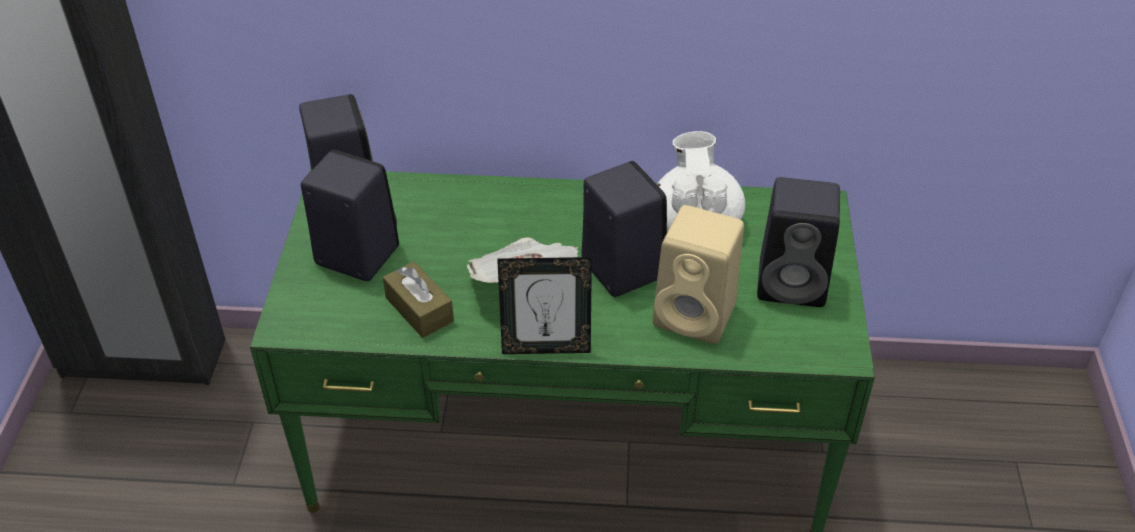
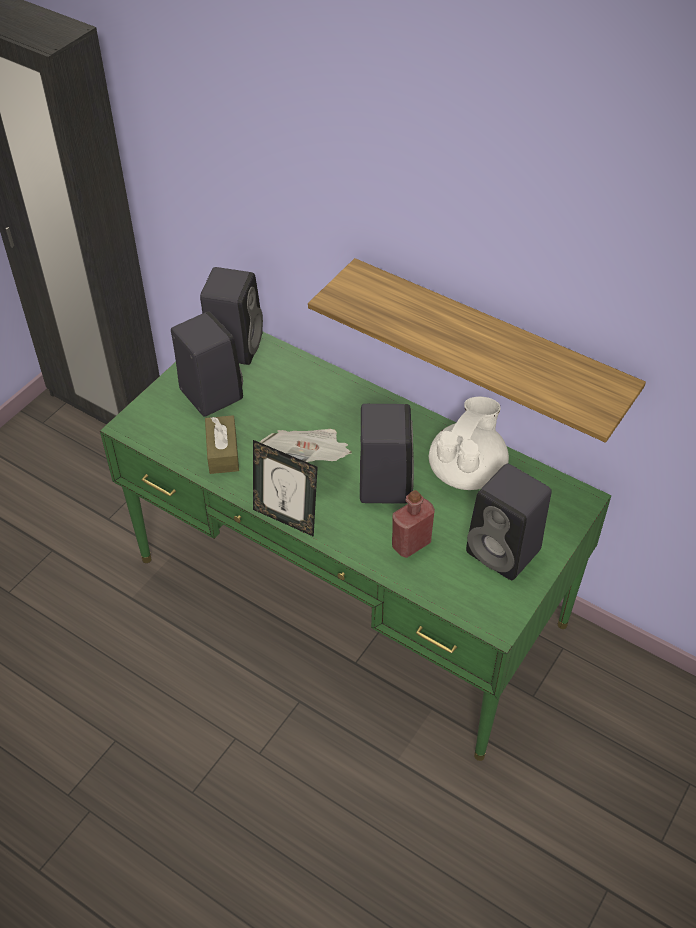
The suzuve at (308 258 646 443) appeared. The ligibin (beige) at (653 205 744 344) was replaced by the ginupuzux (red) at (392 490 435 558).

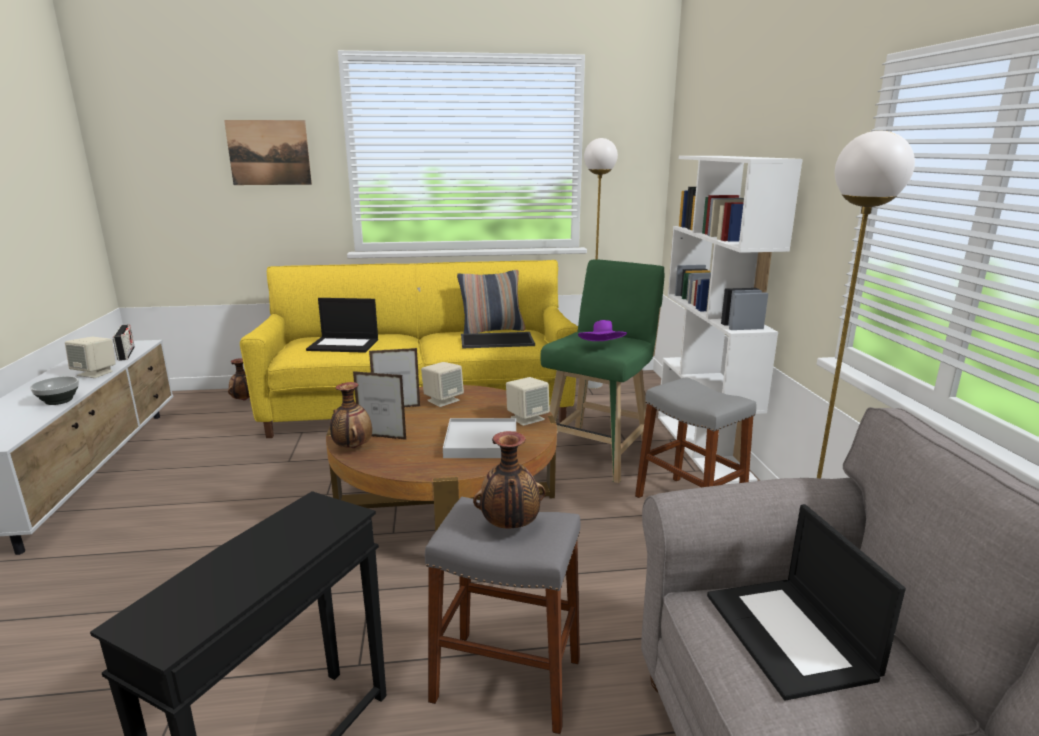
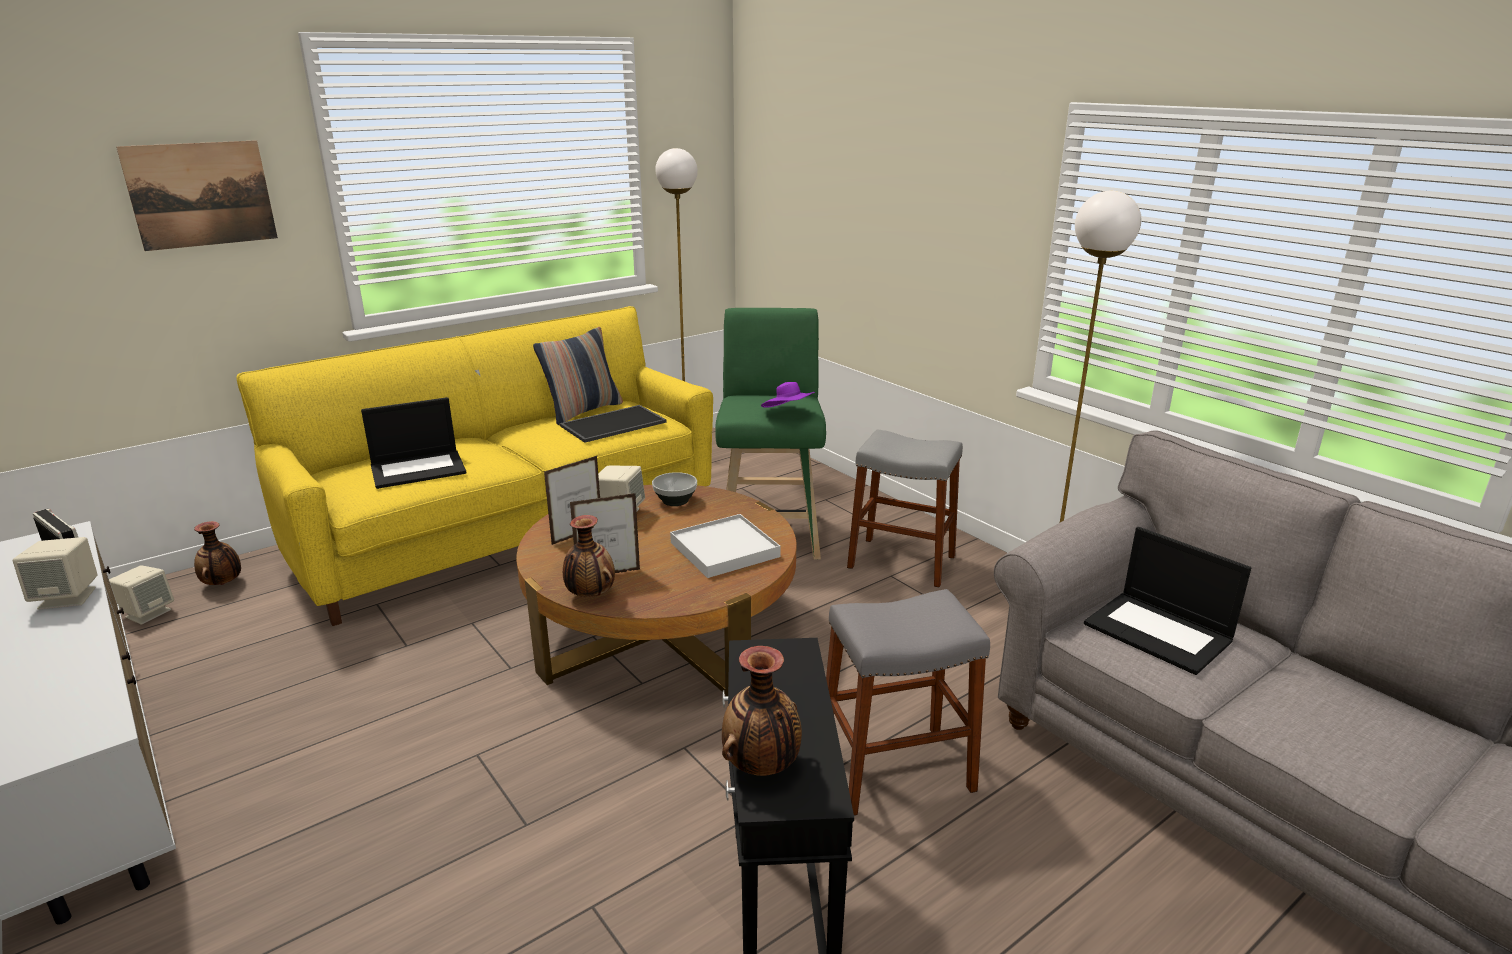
The ligibin (beige) moved from (506 377 550 426) to (109 565 174 625). The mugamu moved from (30 376 79 405) to (652 472 697 506). The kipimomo moved from (473 431 545 528) to (722 646 802 776). The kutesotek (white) at (658 156 803 484) disappeared.

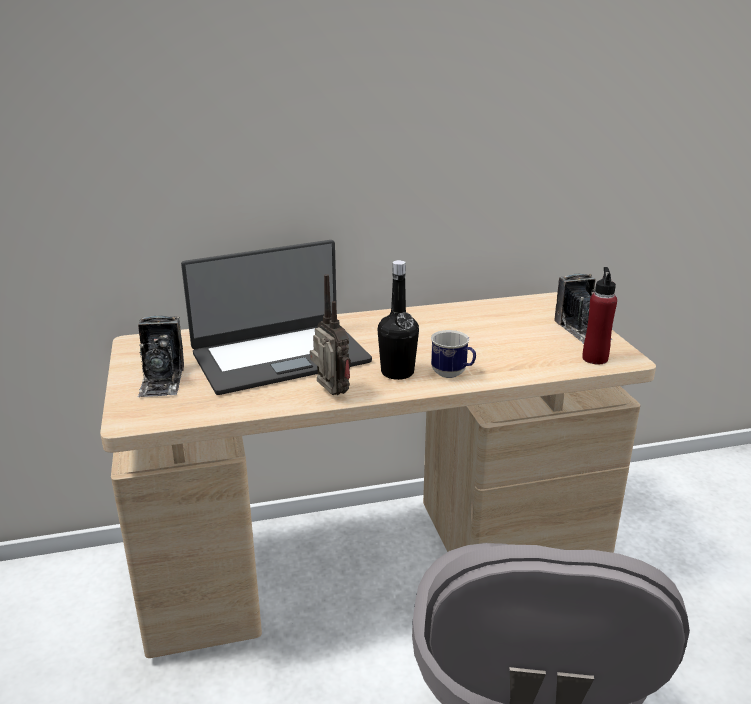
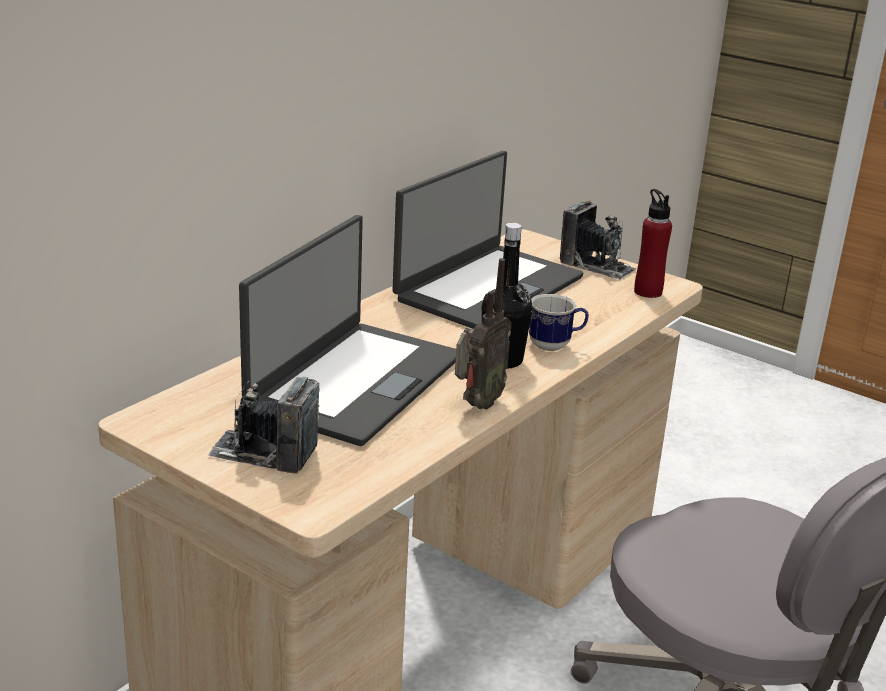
The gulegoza at (138 316 184 397) turned 150 degrees clockwise. The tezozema at (392 151 583 329) appeared. The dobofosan at (310 274 351 395) turned 105 degrees clockwise.

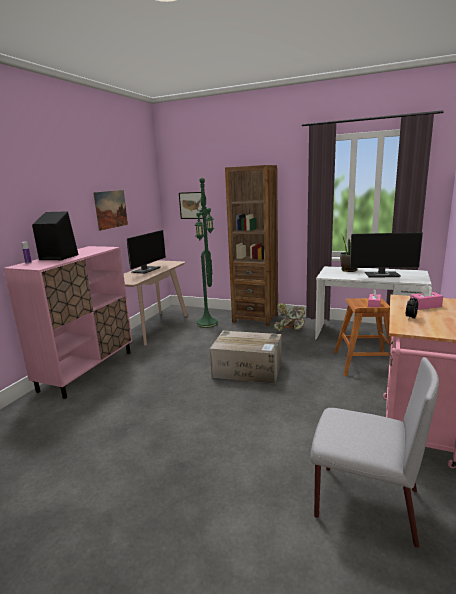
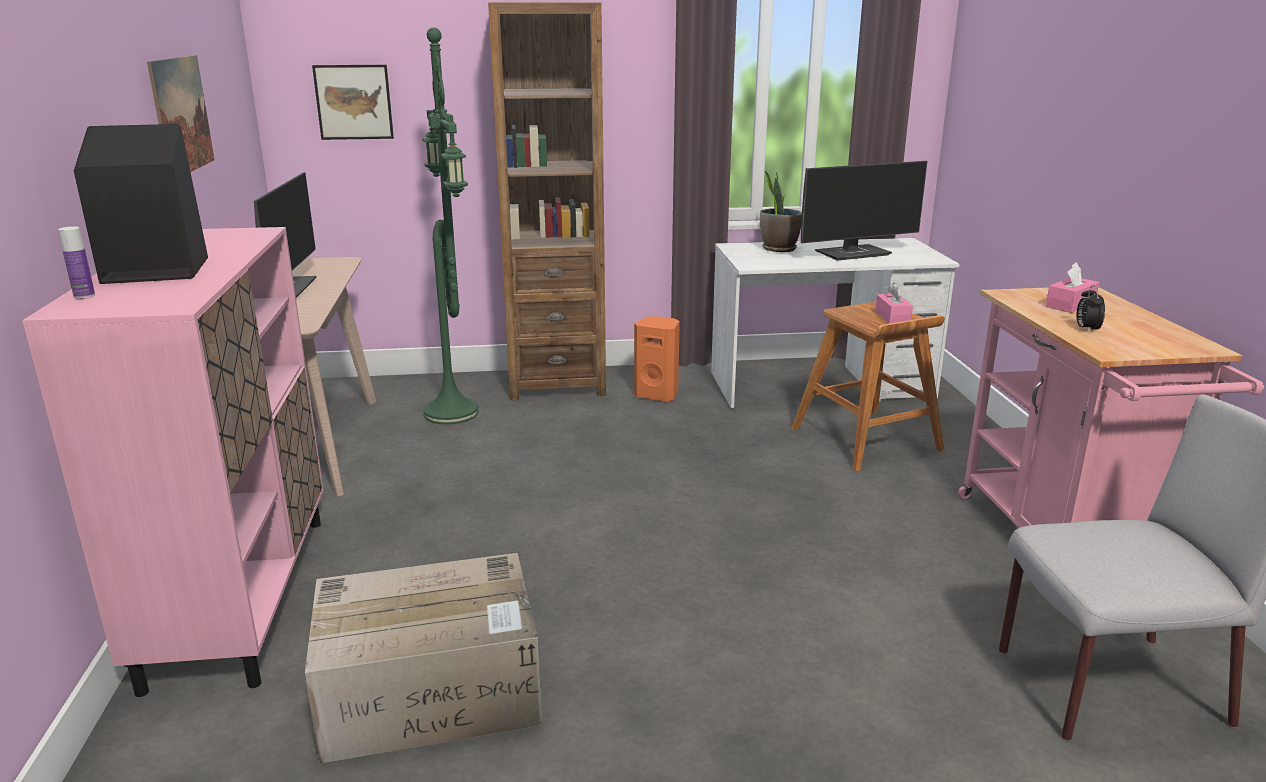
The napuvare moved from (210 331 282 384) to (305 553 542 763). The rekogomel at (274 303 305 331) was replaced by the ligibin (orange) at (634 316 680 402).

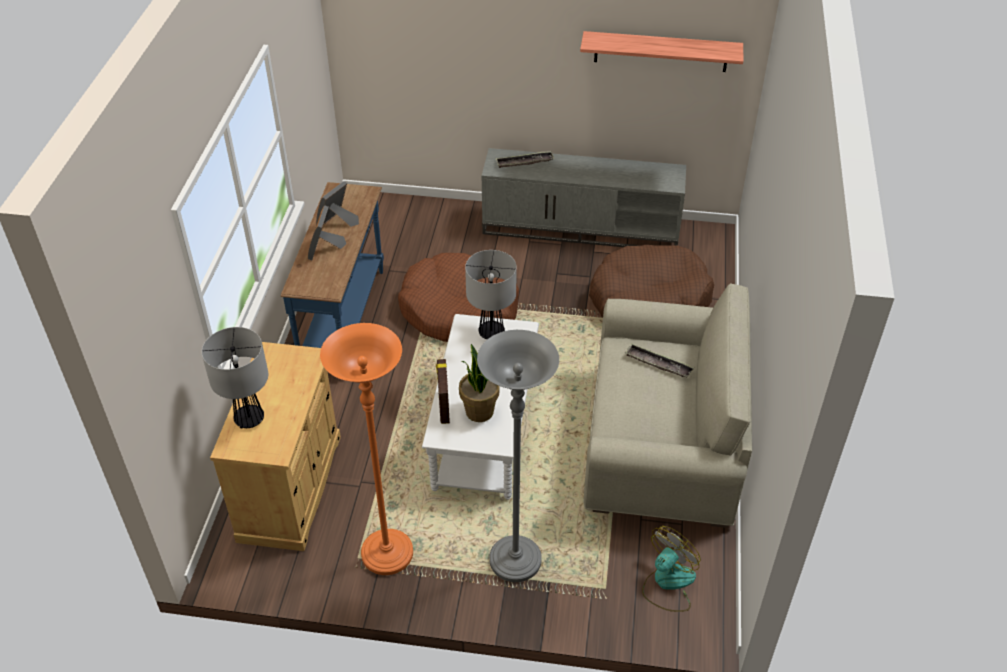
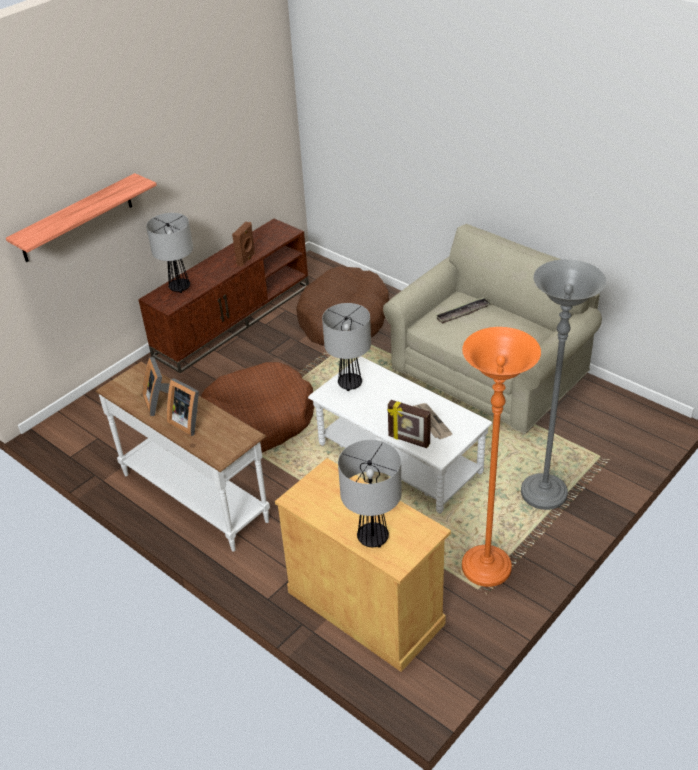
The suzuve moved from (580 31 743 72) to (6 173 157 262). The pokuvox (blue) at (281 182 384 348) became the pokuvox (white) at (95 361 270 551). The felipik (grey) at (482 148 686 247) became the felipik (brown) at (138 219 309 373). The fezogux at (495 151 554 168) was replaced by the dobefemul at (146 213 193 293). The ligibin (brown) at (232 222 255 267) appeared. The rekogomel at (459 344 500 422) was replaced by the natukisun at (412 403 452 439). The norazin at (642 526 701 612) disappeared.

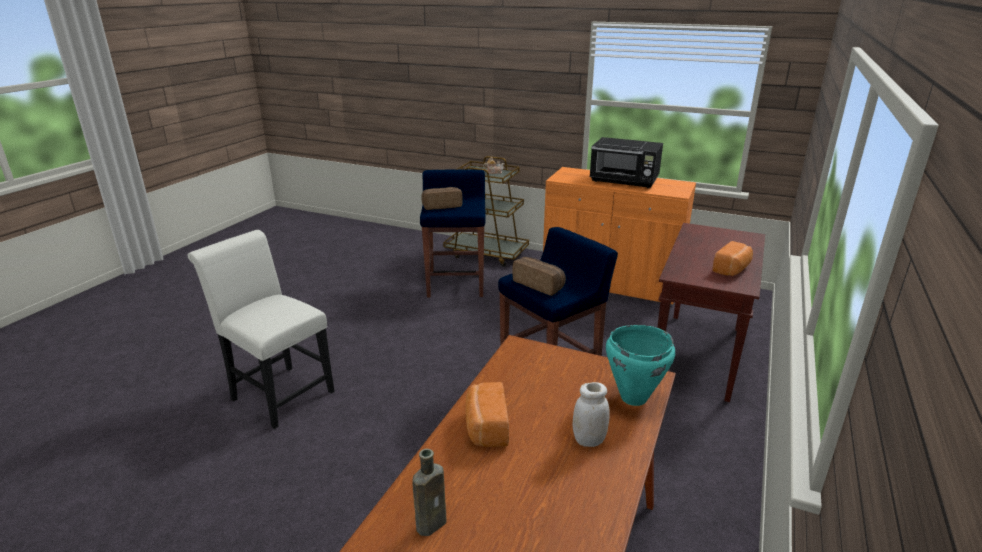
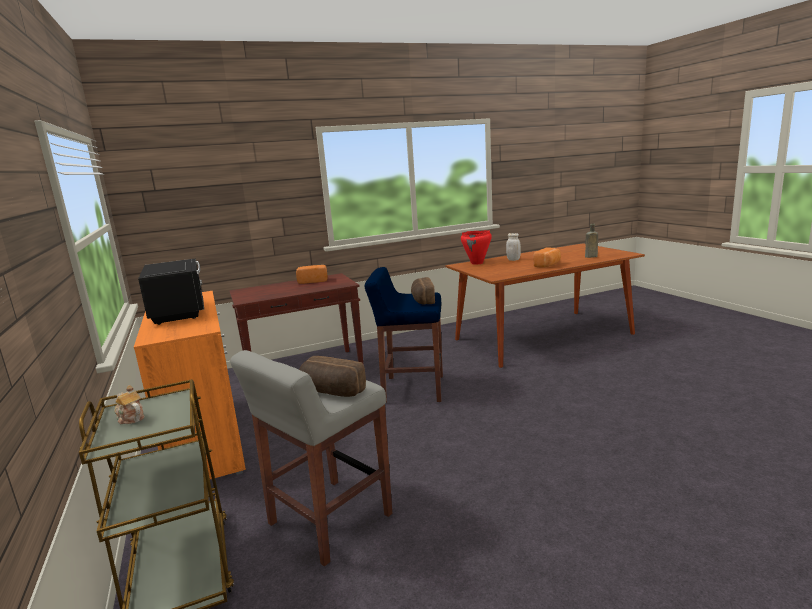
The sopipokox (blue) at (420 169 486 298) became the sopipokox (grey) at (230 350 392 567). The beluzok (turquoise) at (606 325 675 406) became the beluzok (red) at (461 231 492 265). The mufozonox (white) at (187 230 335 429) disappeared.

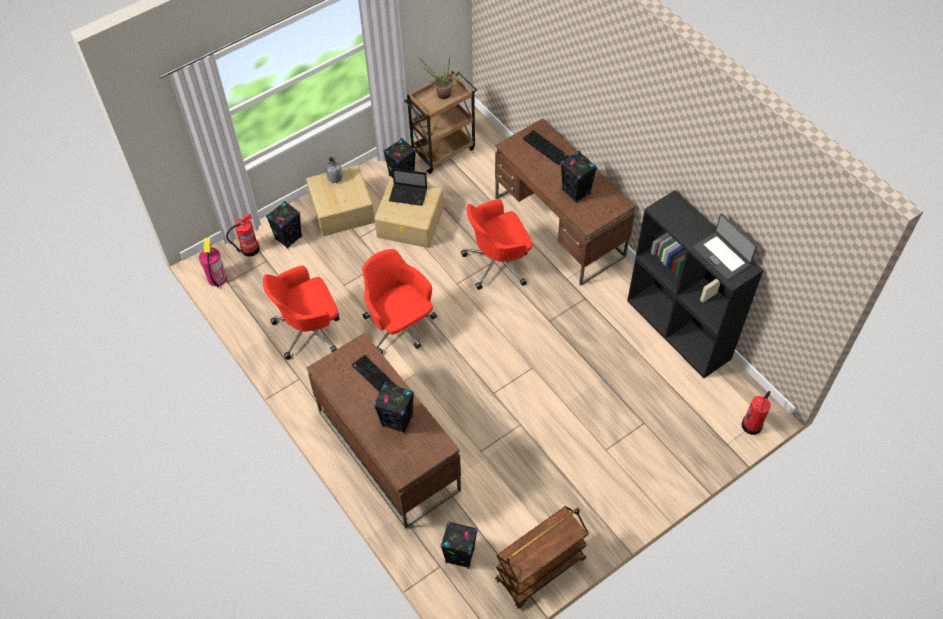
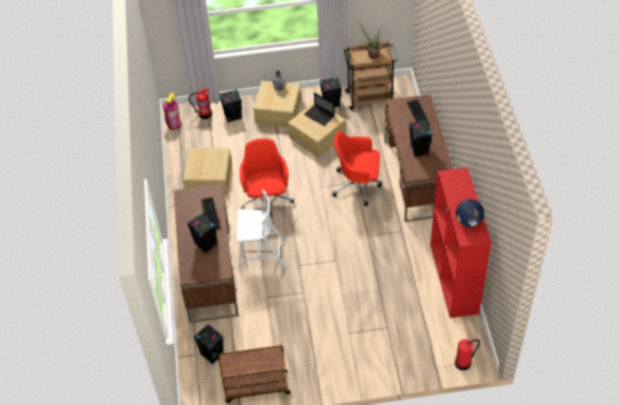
The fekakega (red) at (263 266 340 360) was replaced by the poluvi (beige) at (183 148 232 195). The mufozonox (white) at (237 190 285 270) appeared. The kutesotek (black) at (627 190 763 378) became the kutesotek (red) at (431 167 492 318). The tezozema at (693 213 757 280) was replaced by the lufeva at (456 199 484 227).

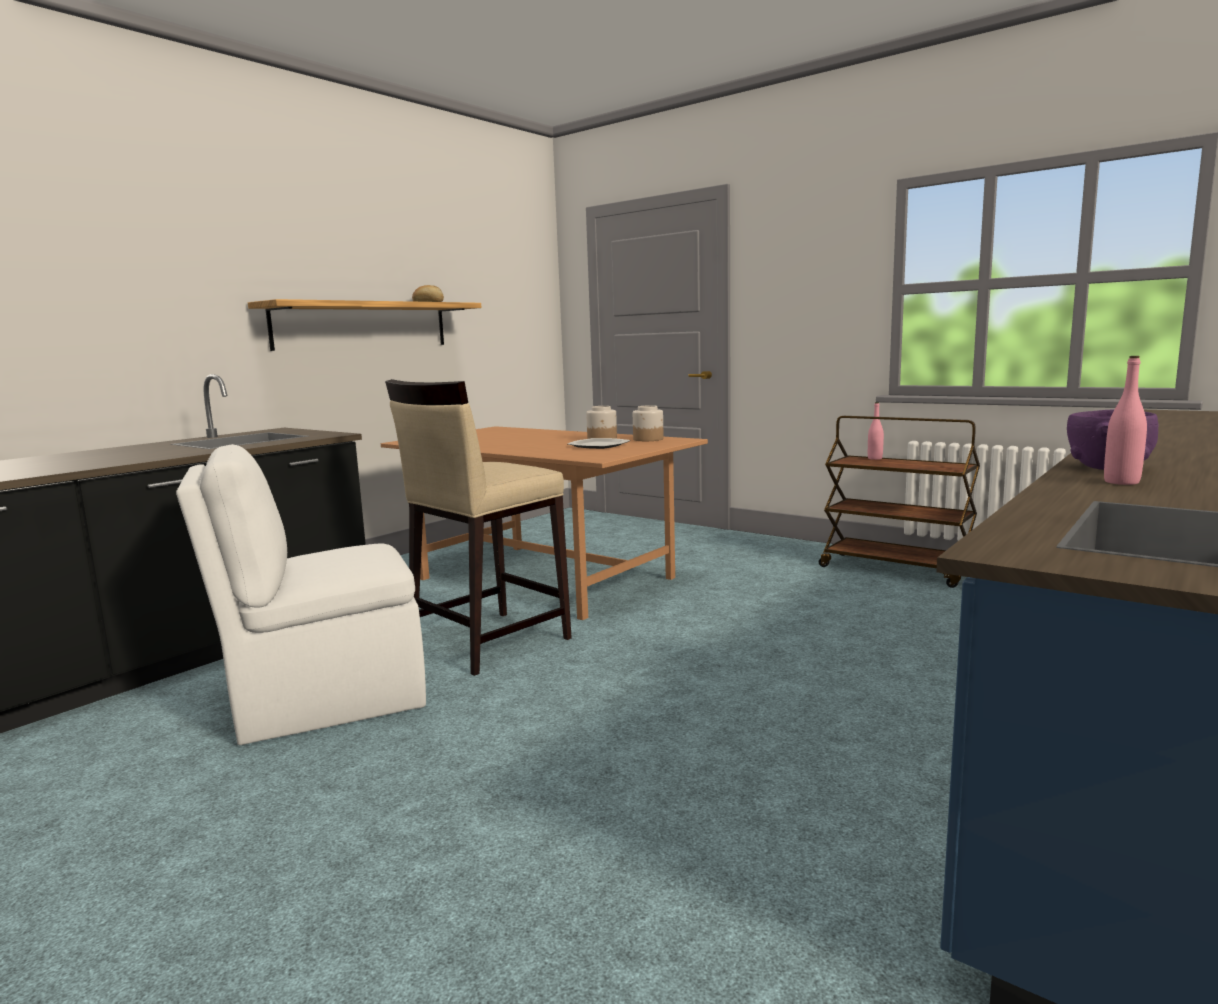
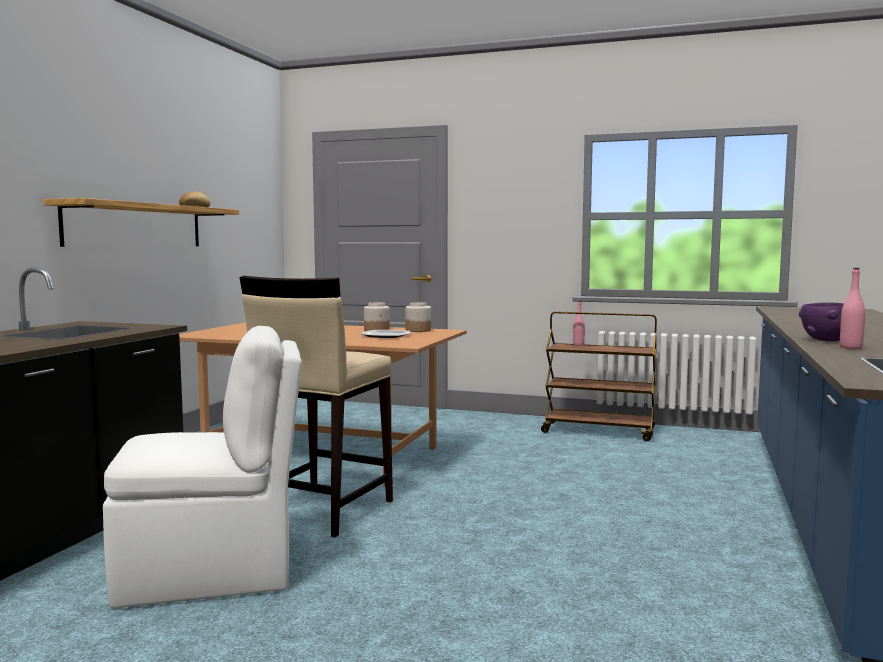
The mufozonox (white) at (176 444 426 745) turned 150 degrees counterclockwise.

